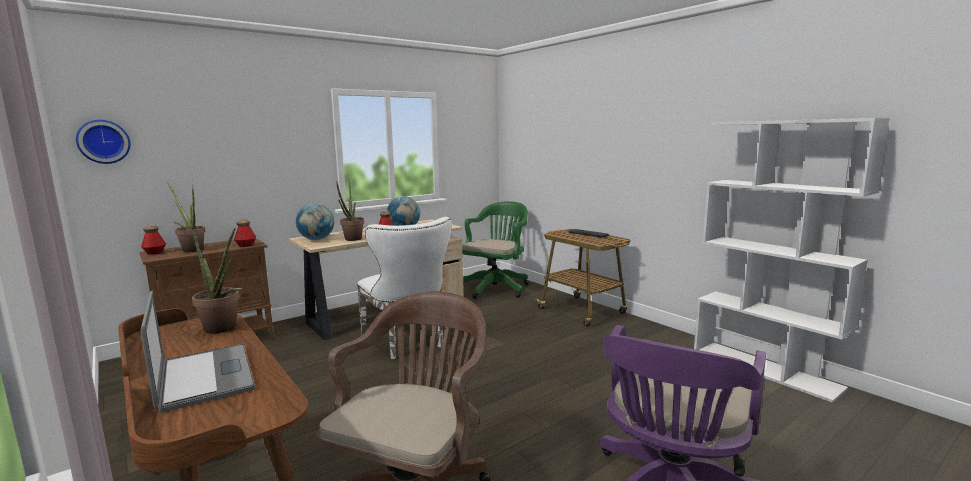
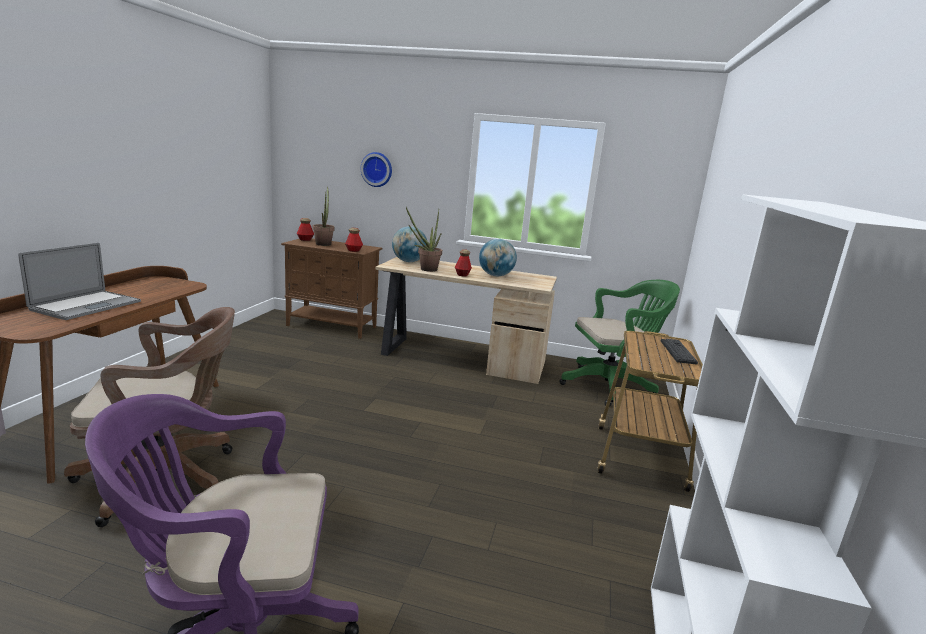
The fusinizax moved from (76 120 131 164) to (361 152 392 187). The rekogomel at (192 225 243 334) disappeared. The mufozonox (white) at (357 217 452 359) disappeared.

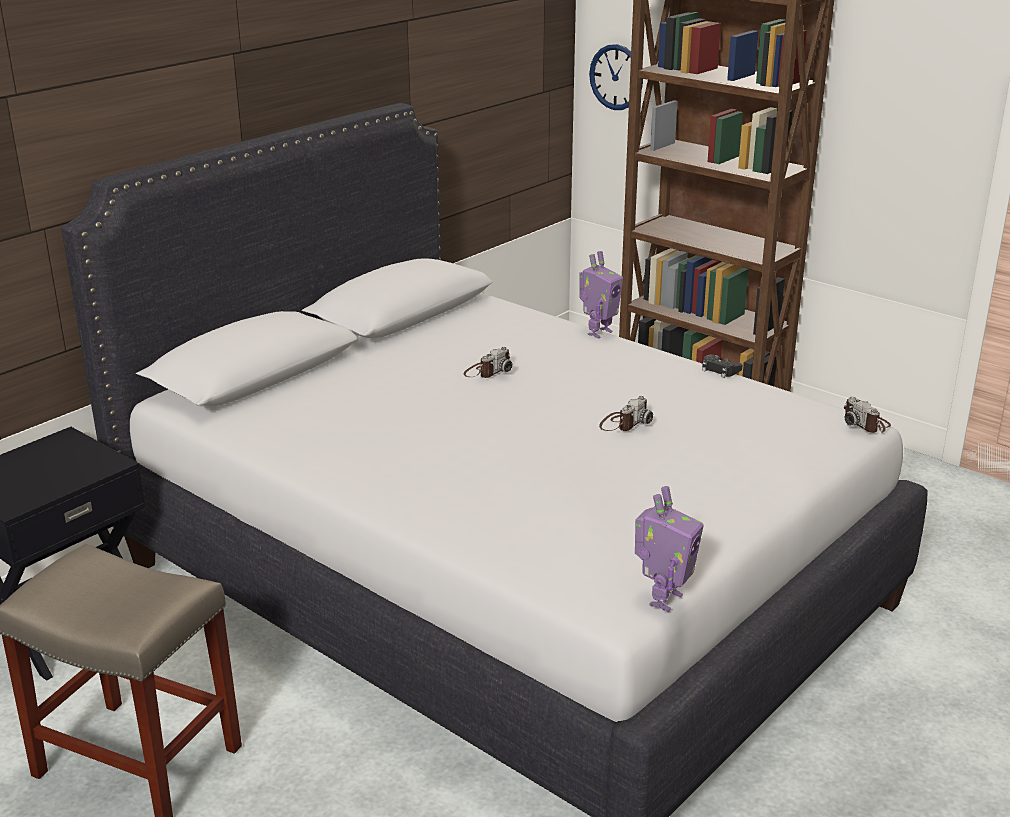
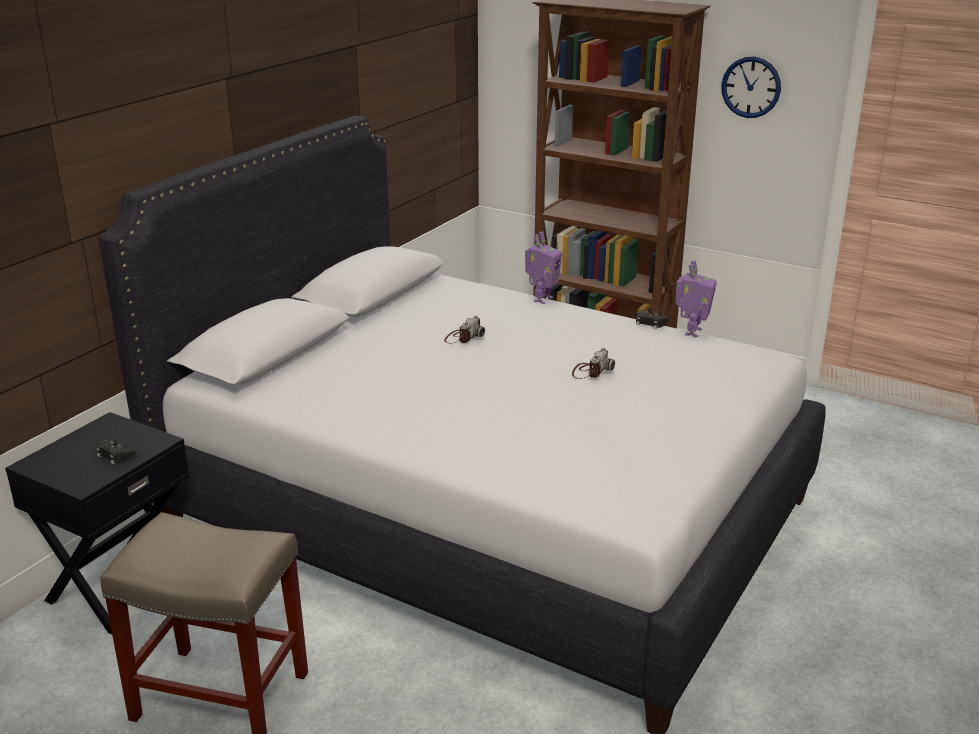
The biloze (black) at (96 438 136 465) appeared. The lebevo moved from (635 486 704 612) to (675 260 717 337). The fusinizax moved from (589 44 643 110) to (721 56 781 118). The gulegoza at (844 397 891 433) disappeared.

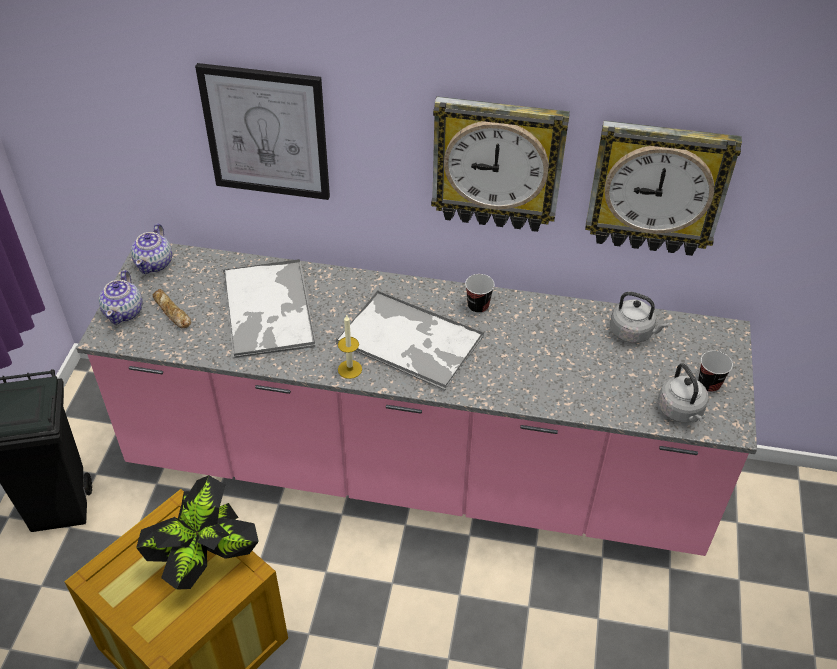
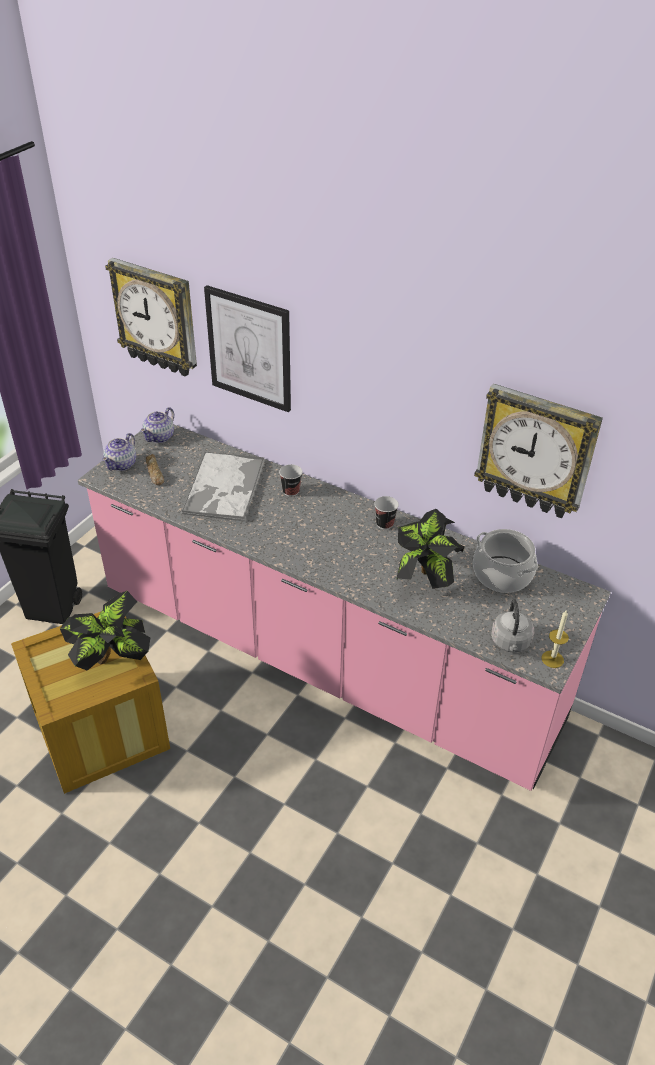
The fusinizax moved from (431 97 570 232) to (105 258 197 377). The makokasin moved from (698 351 733 393) to (279 464 303 497). The rekogomel at (396 509 465 589) appeared. The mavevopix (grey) at (610 292 669 343) was replaced by the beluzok at (473 529 538 593). The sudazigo moved from (338 314 362 379) to (542 611 569 668). The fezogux at (336 291 484 391) disappeared.

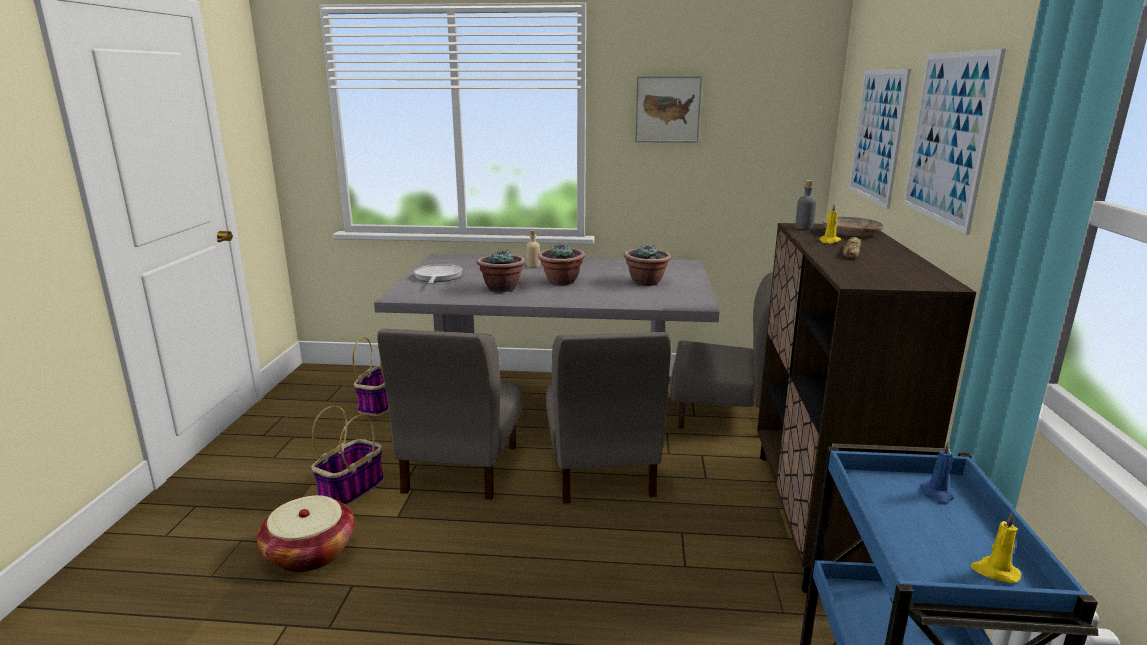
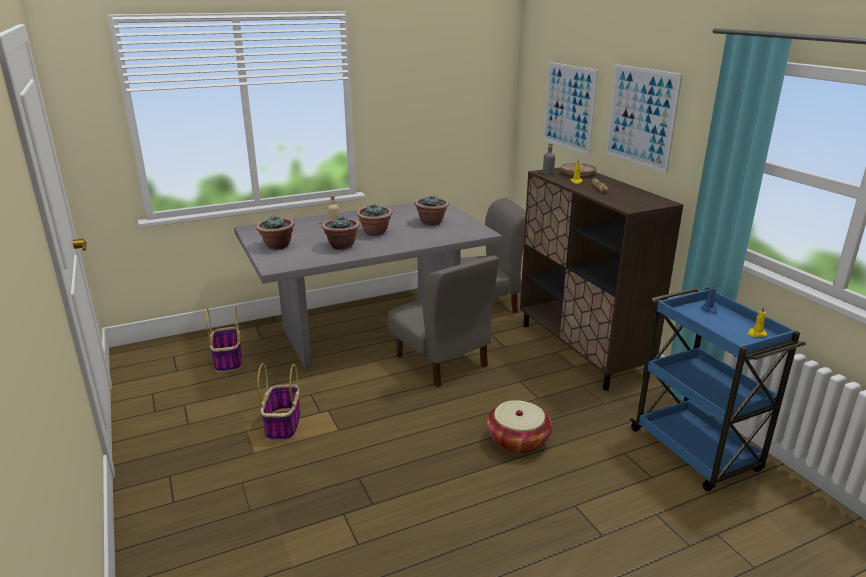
The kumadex at (414 264 462 284) was replaced by the rekogomel at (256 217 295 250). The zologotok moved from (257 495 354 572) to (486 400 552 454). The mufozonox (grey) at (377 328 523 500) disappeared. The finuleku at (635 76 702 143) disappeared.

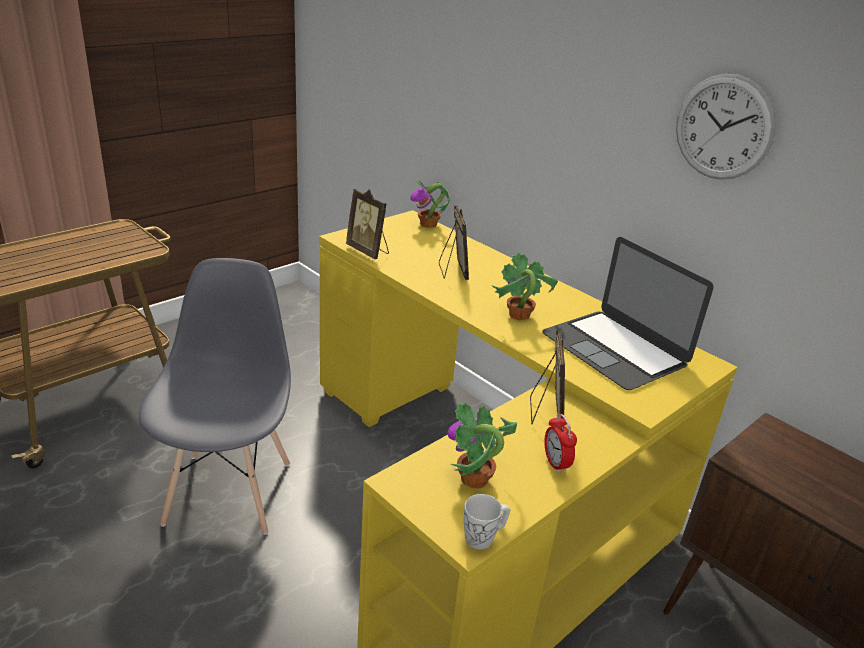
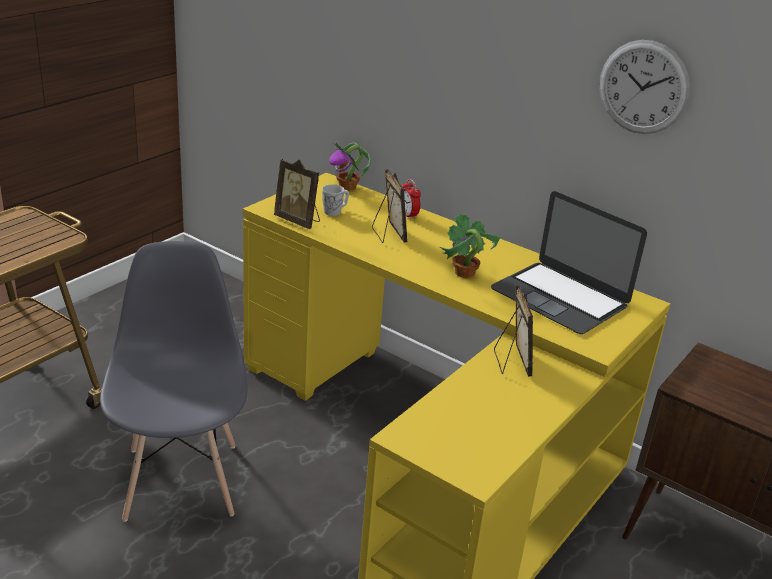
The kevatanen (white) moved from (464 494 510 550) to (322 184 349 216). The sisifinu moved from (545 414 577 474) to (402 179 421 220). The rekogomel at (448 402 517 489) disappeared.

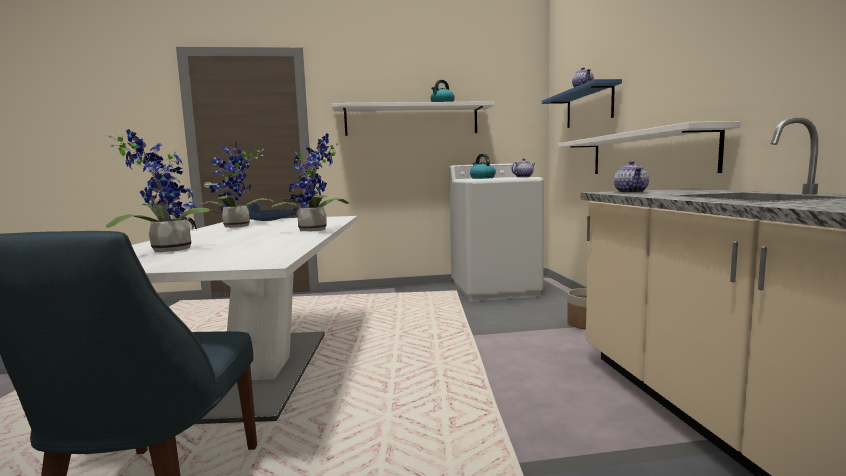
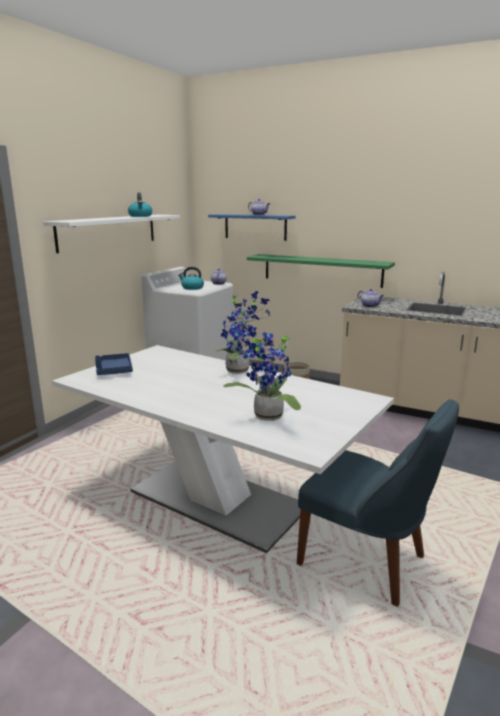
The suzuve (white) at (558 121 740 174) became the suzuve (green) at (247 254 395 288). The rekogomel at (199 141 276 228) disappeared.

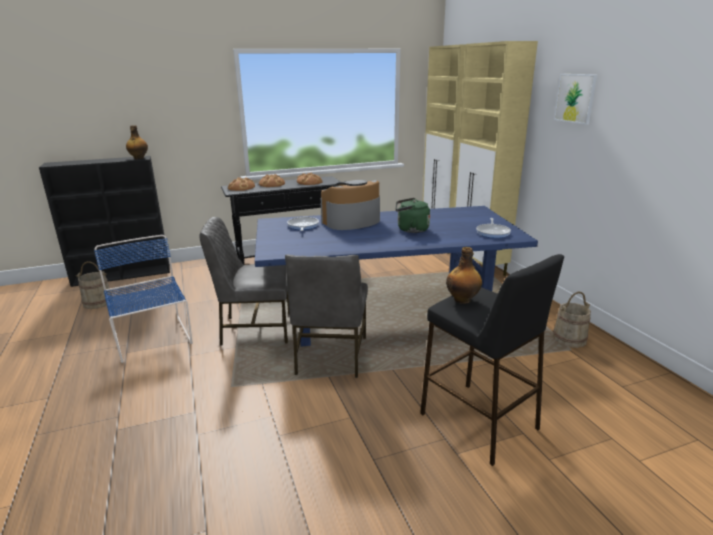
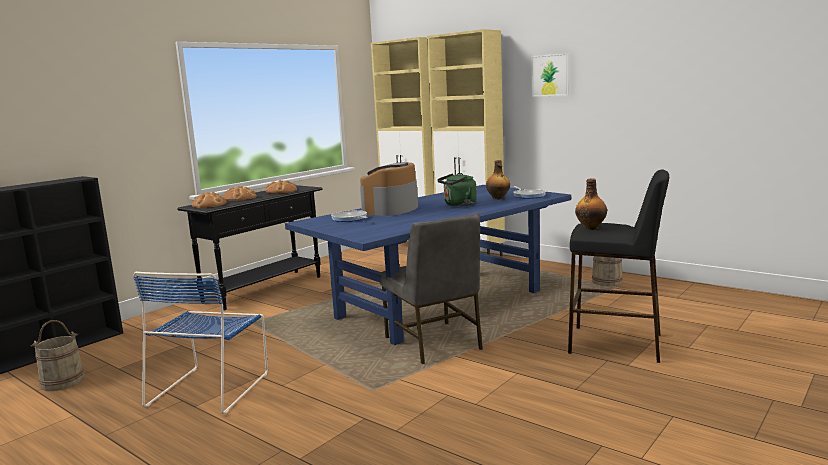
The mufozonox (blue) at (94 235 193 363) turned 105 degrees counterclockwise. The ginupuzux moved from (126 125 148 159) to (486 160 510 200). The mufozonox (grey) at (200 217 290 346) disappeared.

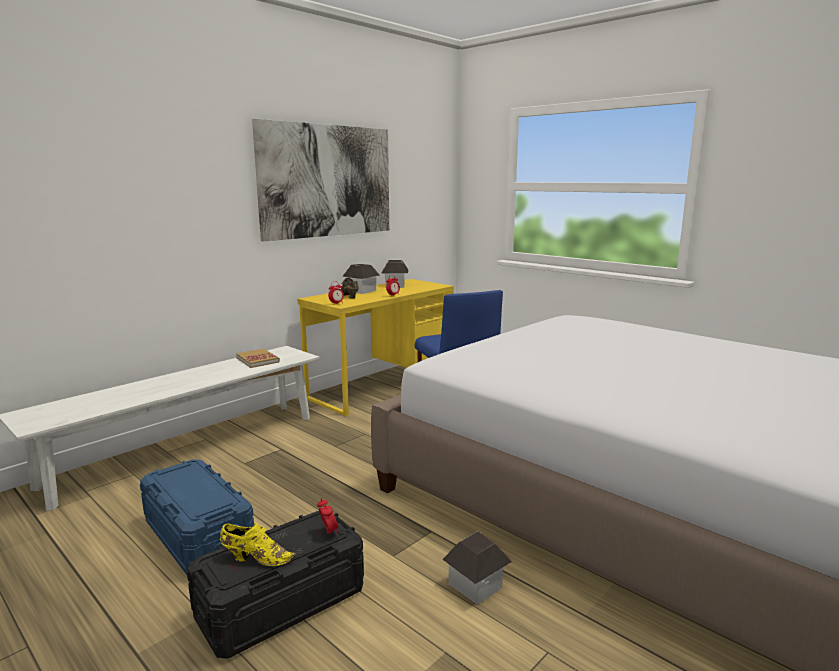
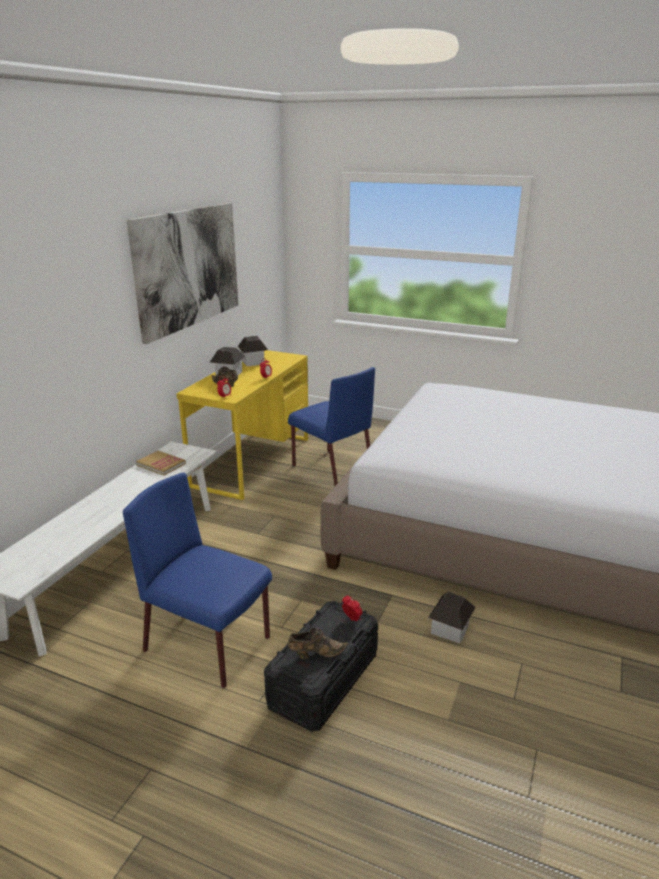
The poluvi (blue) at (140 460 254 575) was replaced by the mufozonox (blue) at (123 472 272 688). The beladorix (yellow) at (220 523 296 566) became the beladorix (brown) at (288 628 348 659).

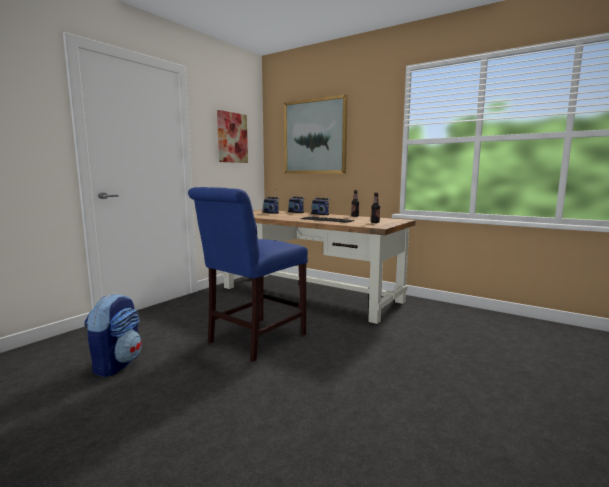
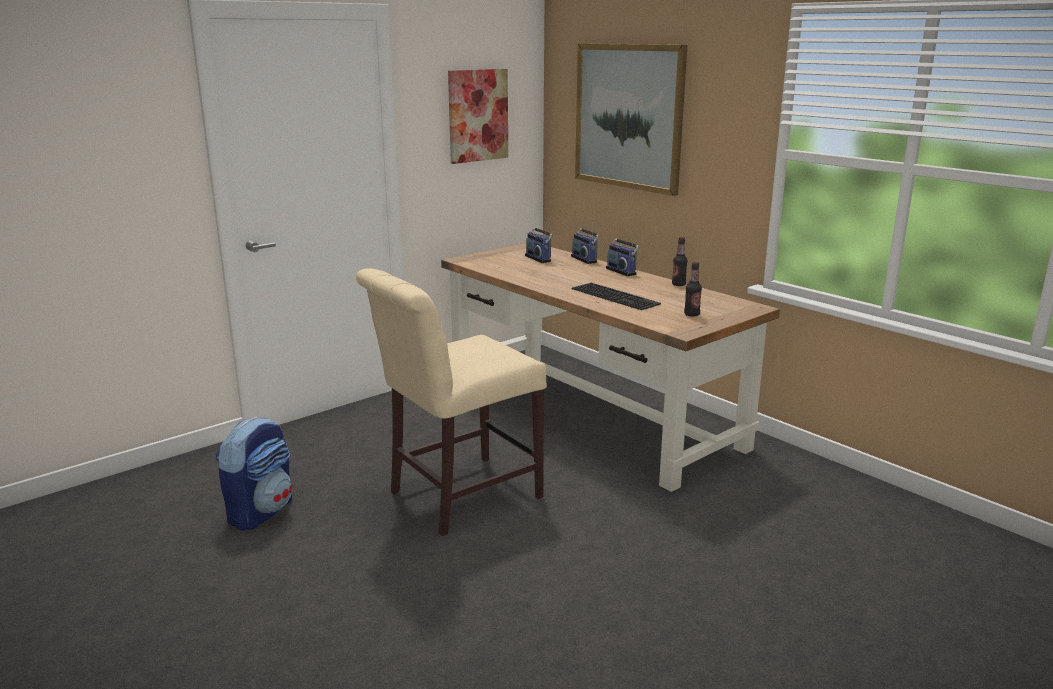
The mufozonox (blue) at (188 187 308 362) became the mufozonox (beige) at (356 268 547 536).

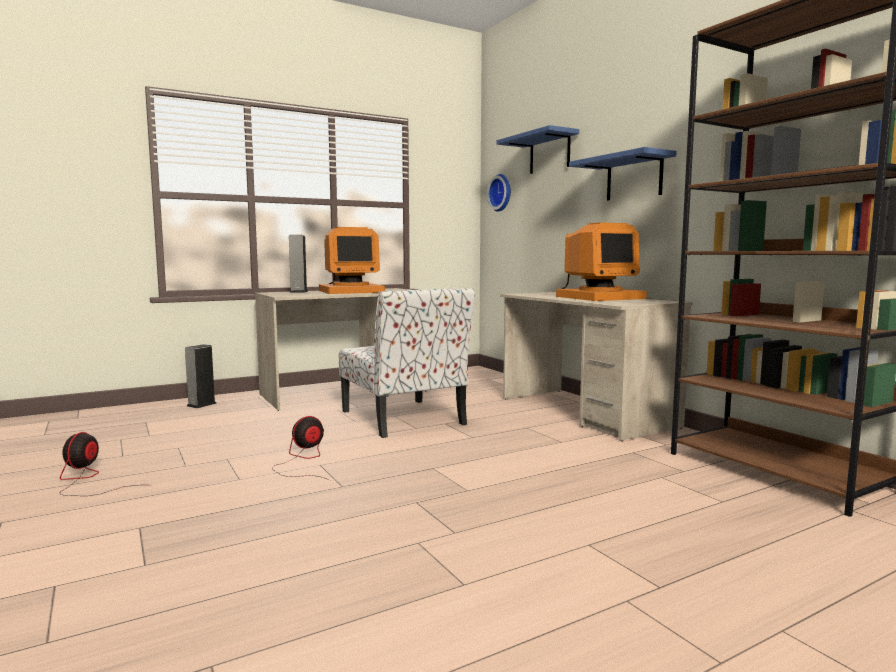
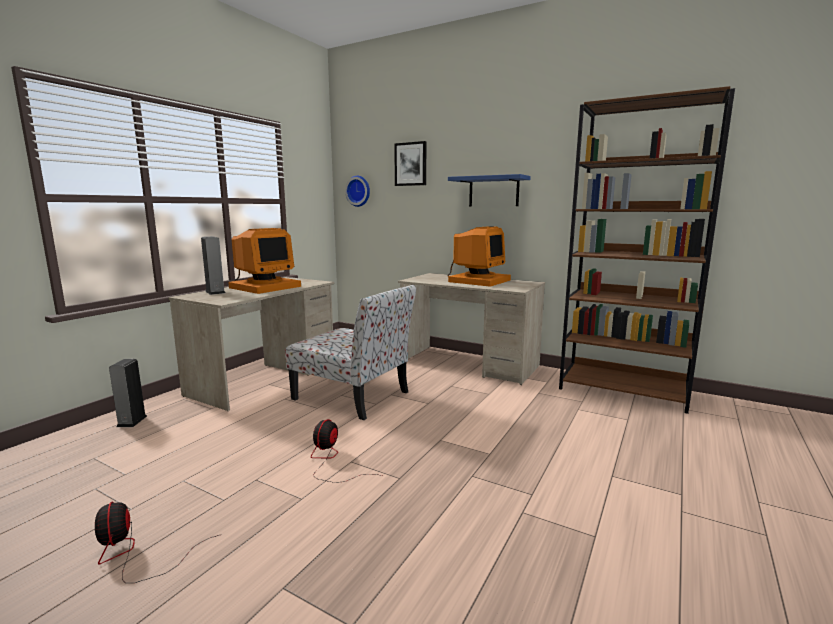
The suzuve (blue) at (497 125 579 174) was replaced by the finuleku at (394 141 426 186).

